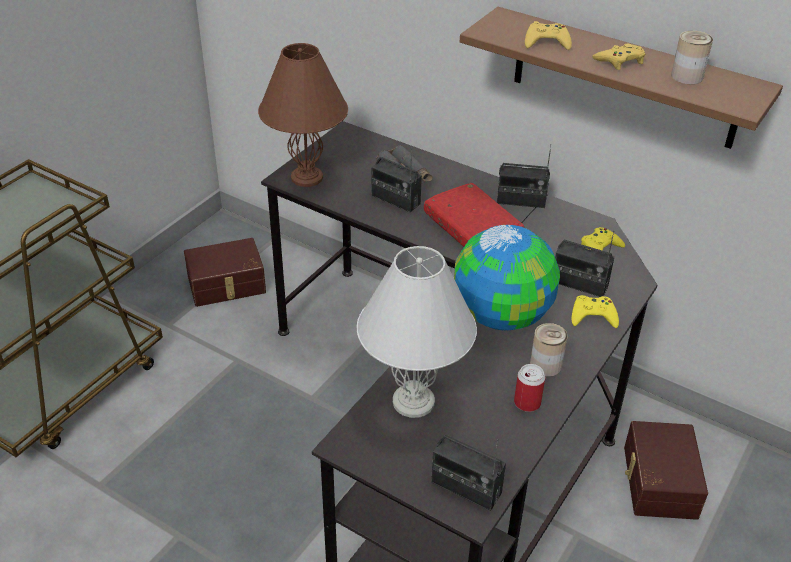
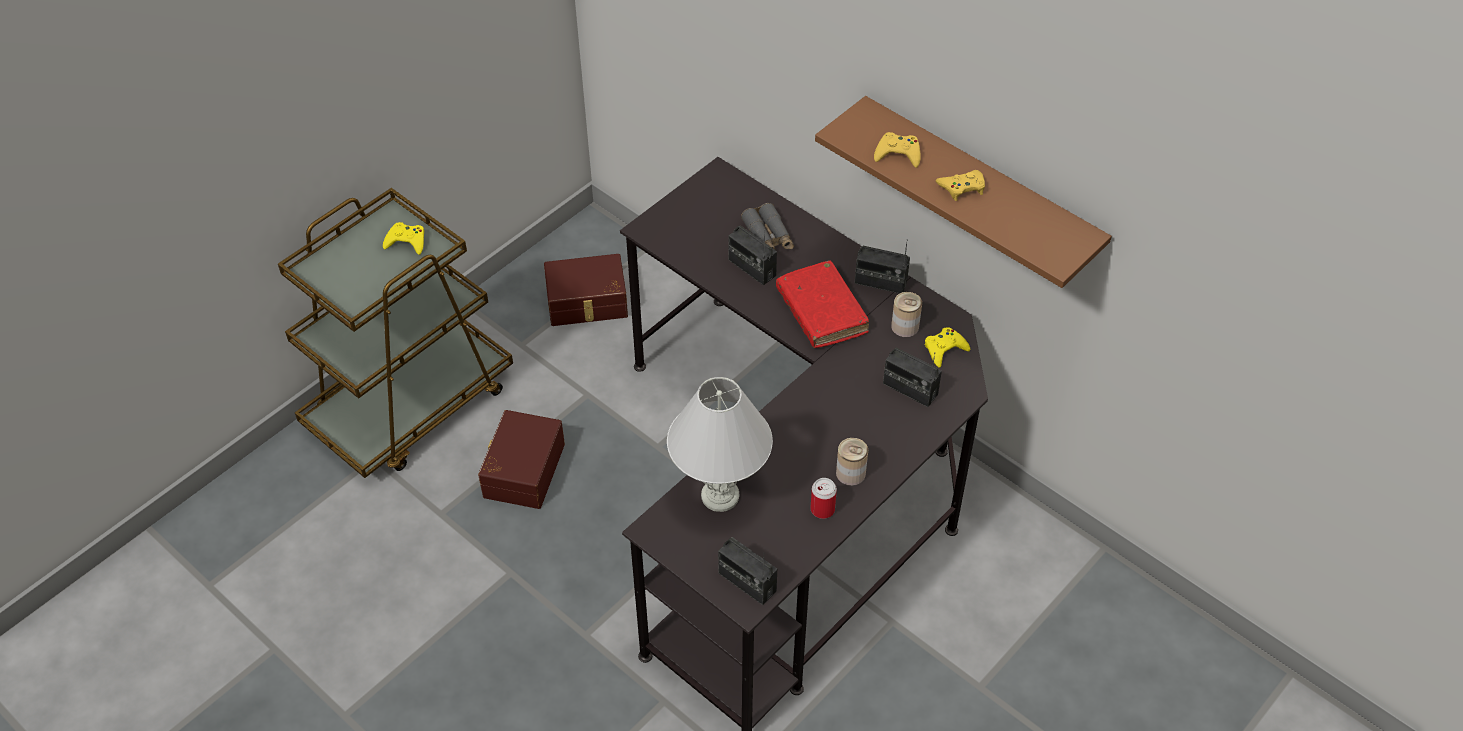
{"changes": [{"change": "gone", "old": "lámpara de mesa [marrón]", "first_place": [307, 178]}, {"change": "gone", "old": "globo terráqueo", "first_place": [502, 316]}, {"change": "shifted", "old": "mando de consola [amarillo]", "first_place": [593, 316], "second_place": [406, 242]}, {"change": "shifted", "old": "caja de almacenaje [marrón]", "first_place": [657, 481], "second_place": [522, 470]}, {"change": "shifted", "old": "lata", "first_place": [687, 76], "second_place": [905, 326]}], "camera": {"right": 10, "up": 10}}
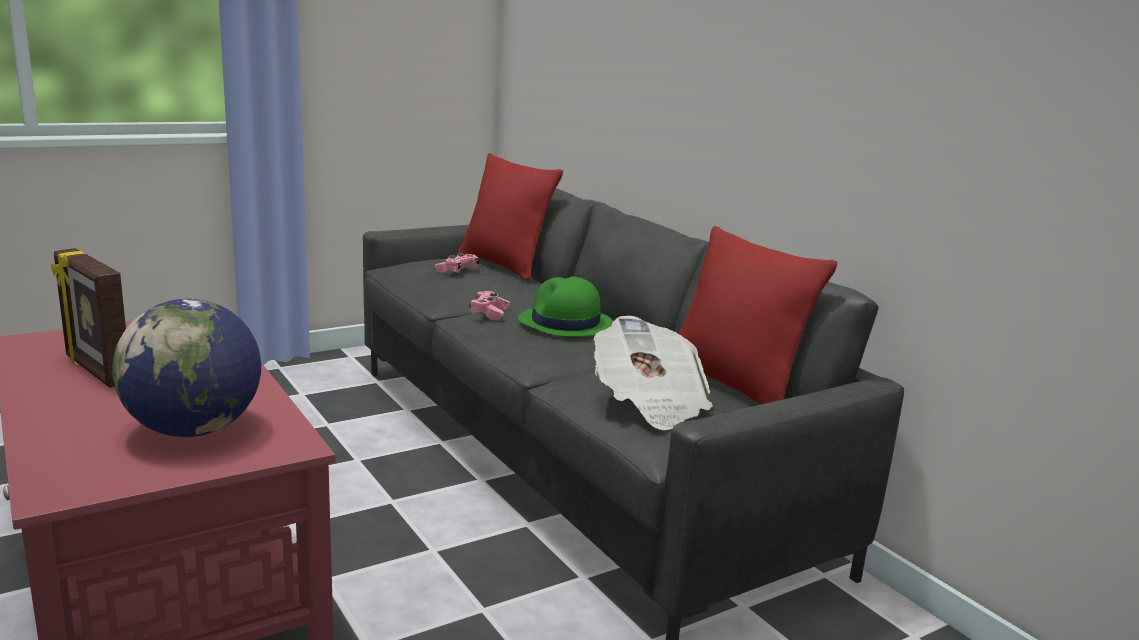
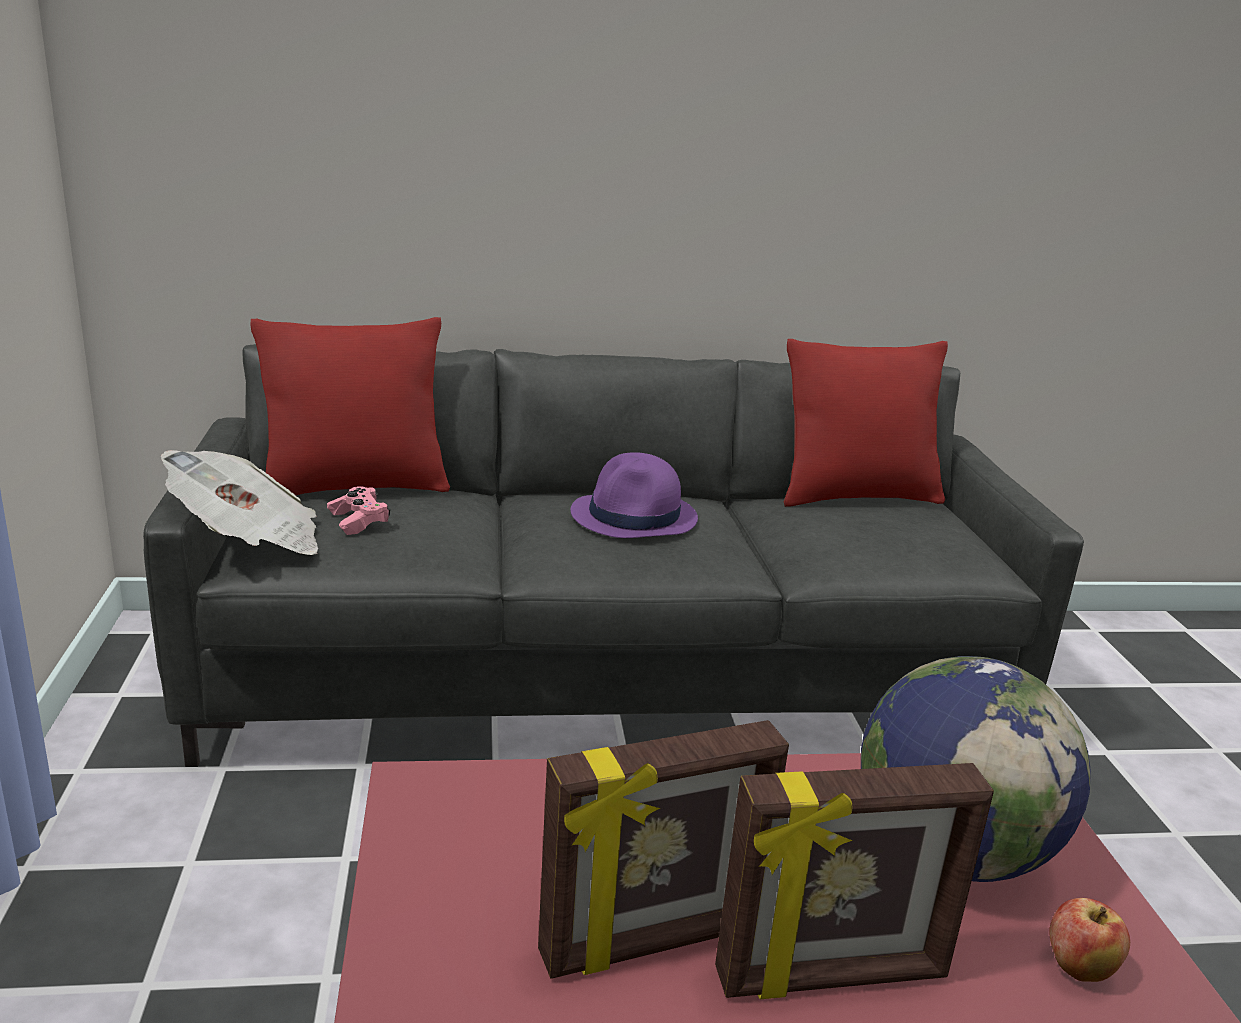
{"changes": [{"change": "gone", "old": "mando de consola [rosa]", "first_place": [489, 313]}, {"change": "repainted", "old": "sombrero [verde]", "new": "sombrero [morado]", "first_place": [565, 323], "second_place": [634, 517]}, {"change": "shifted", "old": "periódico", "first_place": [649, 403], "second_place": [249, 539]}, {"change": "new", "new": "portarretratos", "second_place": [832, 977]}, {"change": "new", "new": "manzana", "second_place": [1078, 968]}], "camera": {"right": -65, "up": 5}}
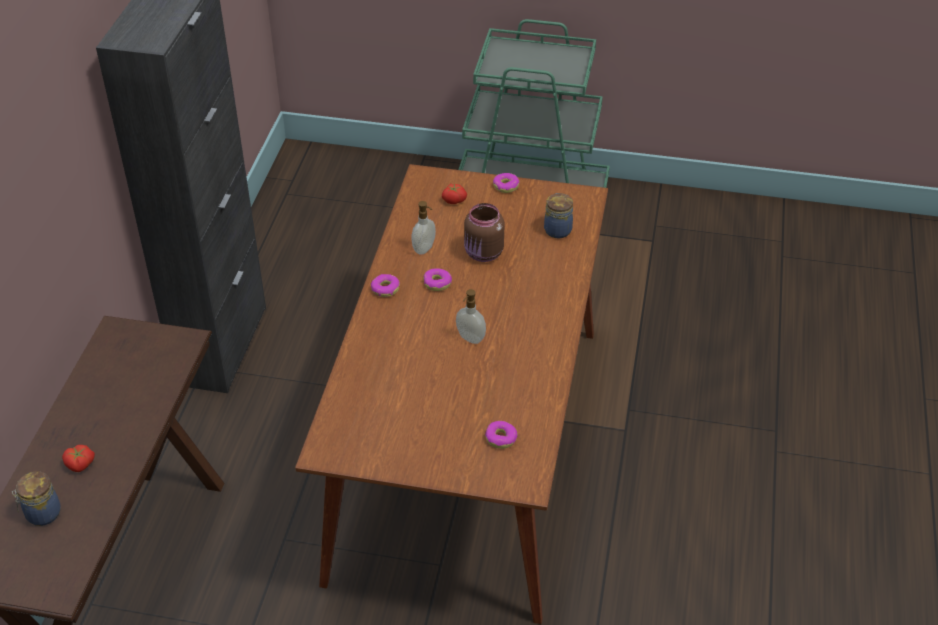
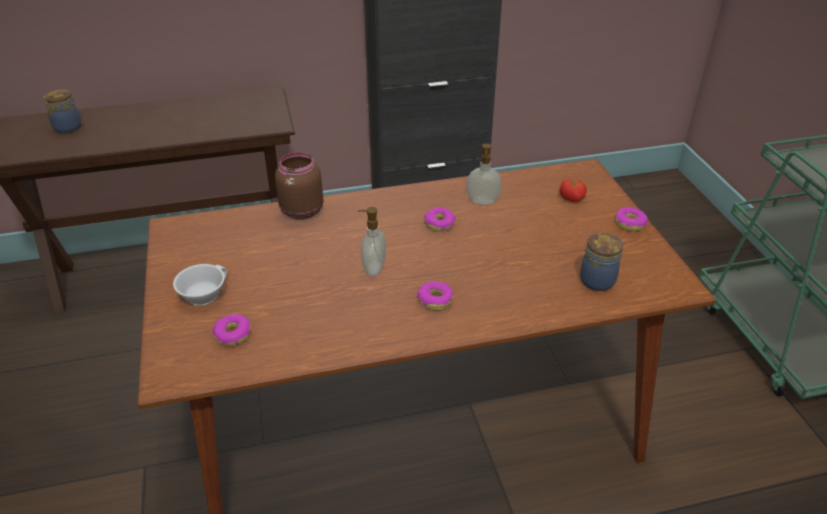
{"changes": [{"change": "gone", "old": "tomate", "first_place": [80, 465]}, {"change": "shifted", "old": "rosquilla", "first_place": [385, 289], "second_place": [435, 300]}, {"change": "shifted", "old": "tarro [marrón]", "first_place": [483, 254], "second_place": [300, 211]}, {"change": "new", "new": "taza [blanco]", "second_place": [202, 294]}], "camera": {"right": 65, "up": -5}}
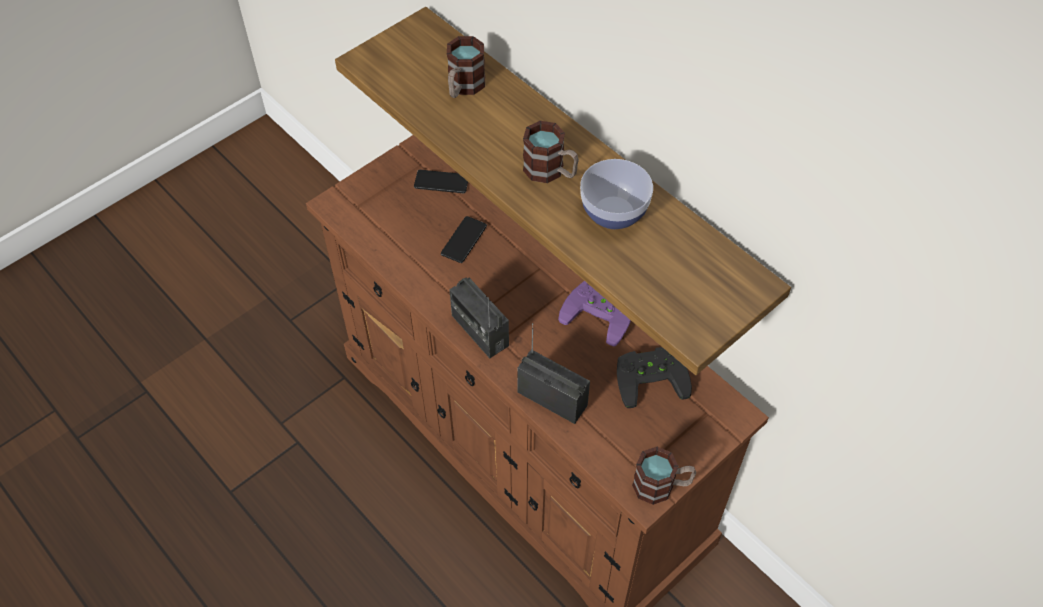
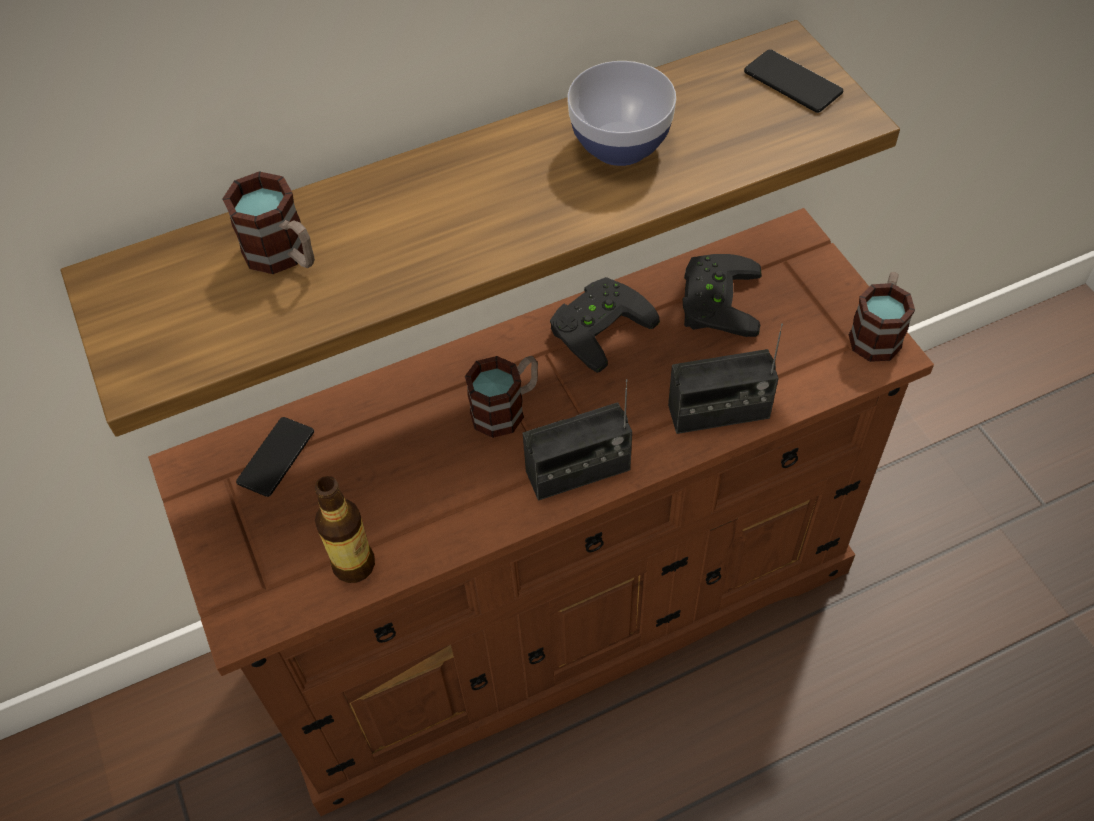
{"changes": [{"change": "shifted", "old": "móvil", "first_place": [464, 240], "second_place": [792, 82]}, {"change": "rotated", "old": "radio", "first_place": [552, 398], "second_place": [718, 412], "degrees": -150}, {"change": "shifted", "old": "taza grande", "first_place": [551, 171], "second_place": [506, 408]}, {"change": "repainted", "old": "mando de consola [morado]", "new": "mando de consola [negro]", "first_place": [601, 312], "second_place": [597, 324]}, {"change": "new", "new": "botella", "second_place": [354, 564]}], "camera": {"right": -70, "up": 0}}
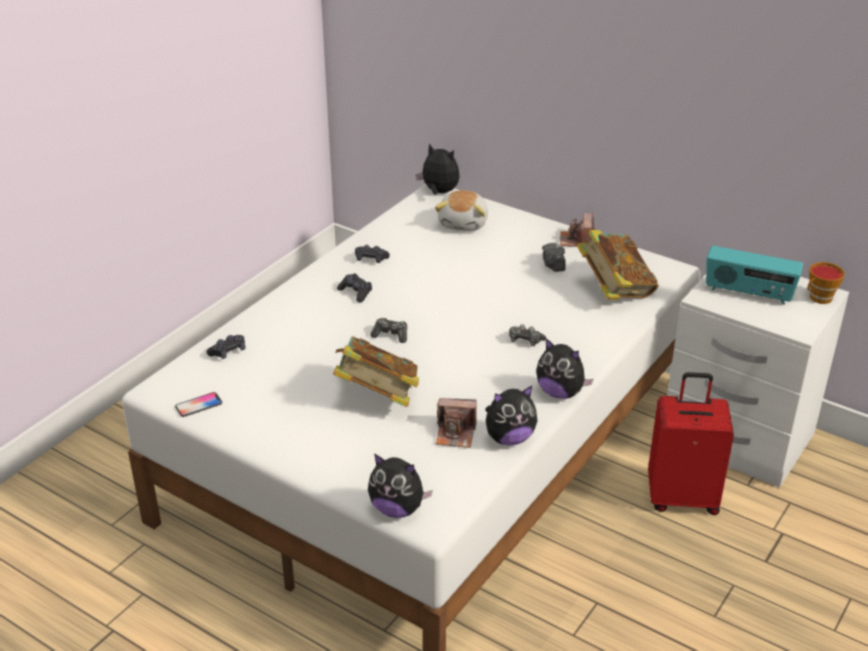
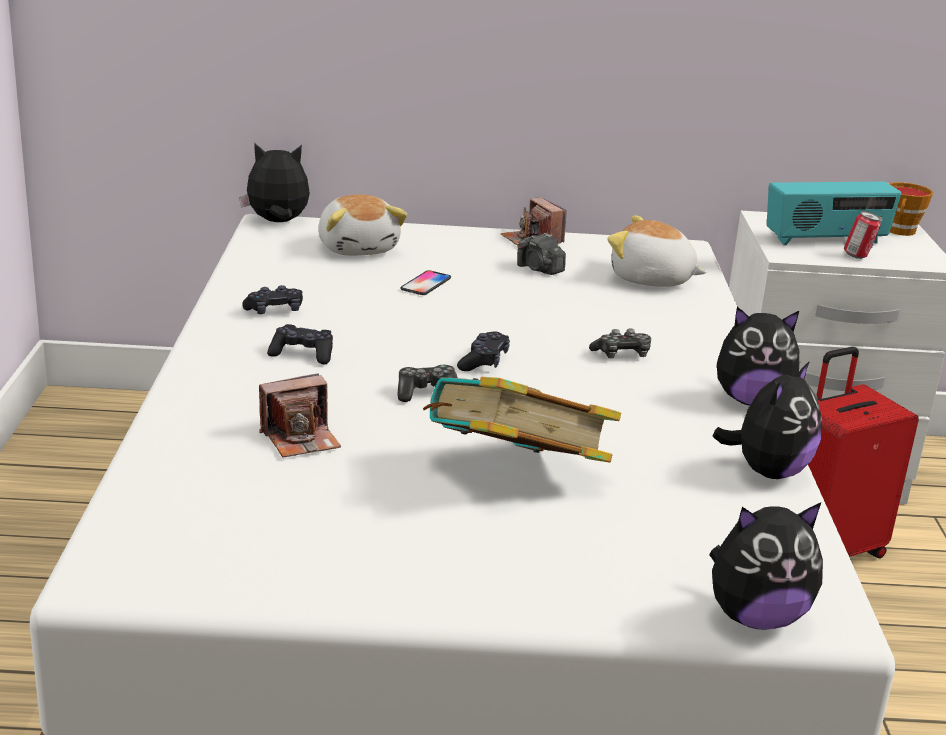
{"changes": [{"change": "shifted", "old": "móvil", "first_place": [198, 405], "second_place": [426, 284]}, {"change": "shifted", "old": "mando de consola [negro]", "first_place": [228, 352], "second_place": [484, 361]}, {"change": "shifted", "old": "cámara", "first_place": [455, 434], "second_place": [300, 438]}, {"change": "swapped", "old": "libro", "new": "peluche", "first_place": [614, 291], "second_place": [651, 280]}, {"change": "new", "new": "lata", "second_place": [858, 256]}], "camera": {"right": -35, "up": -10}}
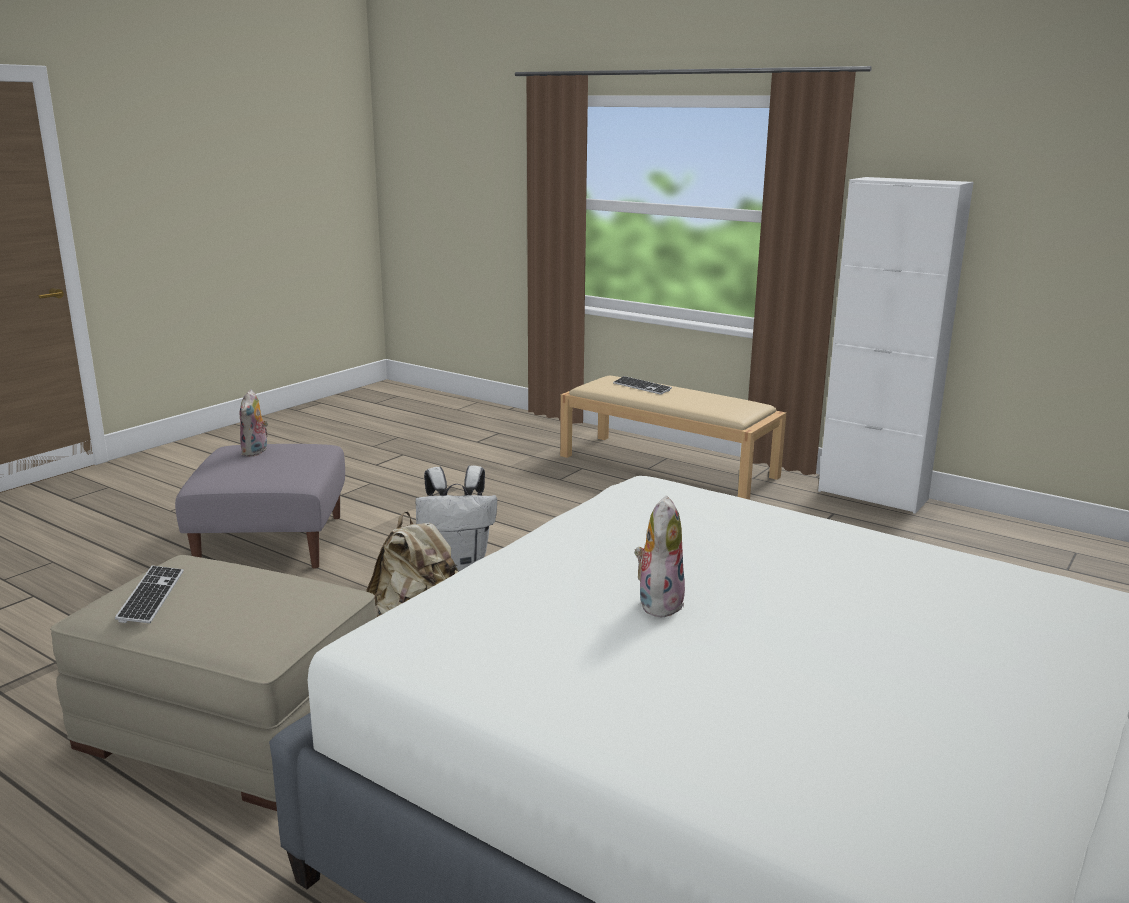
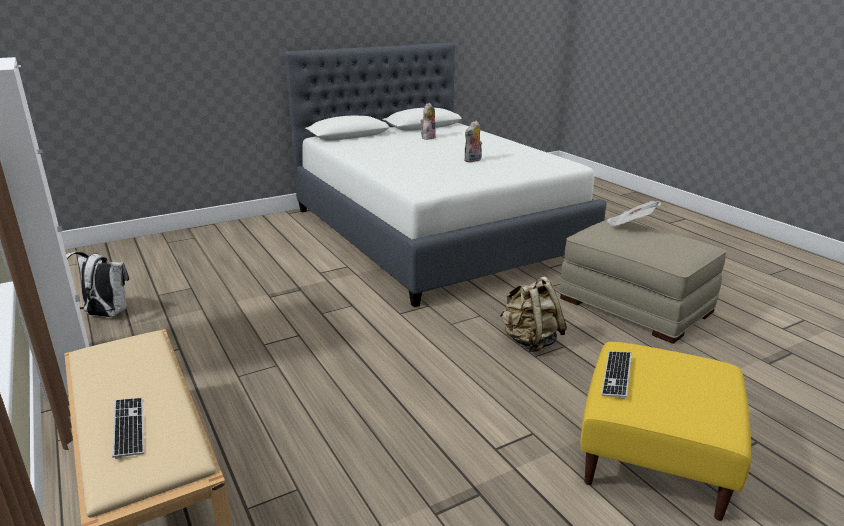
{"changes": [{"change": "shifted", "old": "teclado", "first_place": [151, 596], "second_place": [616, 375]}, {"change": "repainted", "old": "puf [gris]", "new": "puf [amarillo]", "first_place": [271, 541], "second_place": [656, 457]}, {"change": "shifted", "old": "peluche", "first_place": [256, 452], "second_place": [427, 137]}, {"change": "shifted", "old": "mochila [blanco]", "first_place": [457, 564], "second_place": [103, 315]}, {"change": "new", "new": "periódico", "second_place": [630, 225]}], "camera": {"right": -155, "up": 5}}
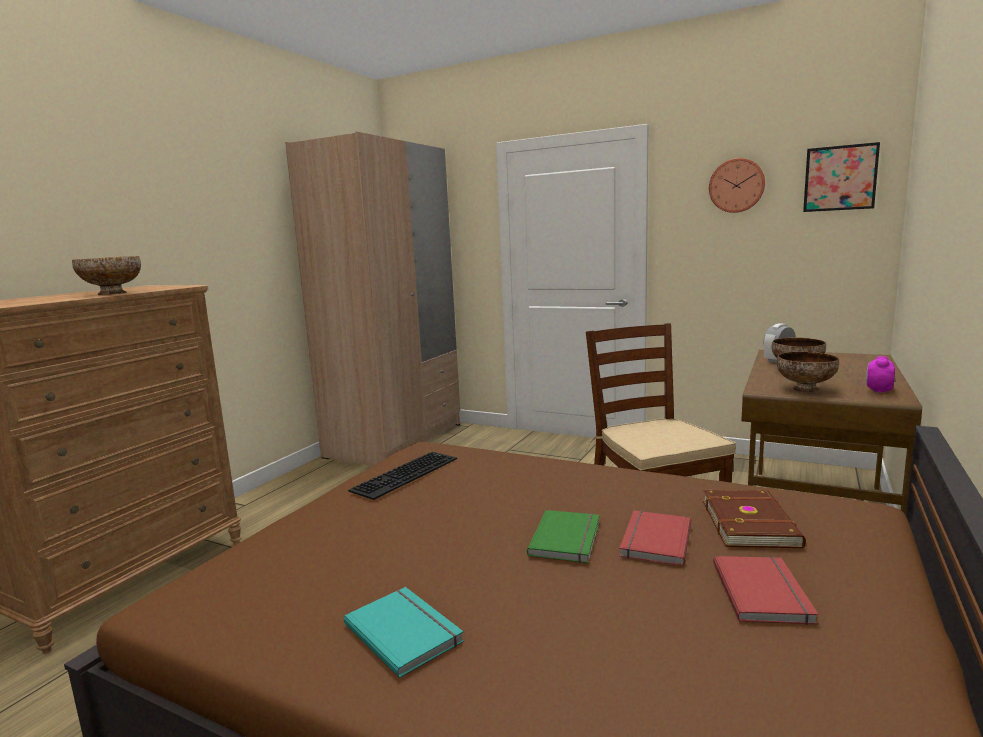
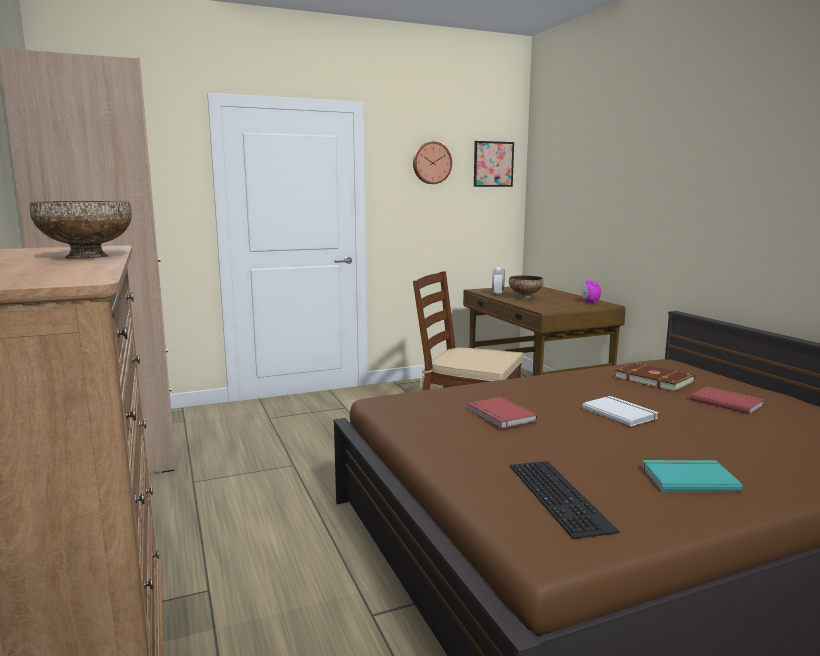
{"changes": [{"change": "shifted", "old": "teclado", "first_place": [406, 475], "second_place": [562, 496]}, {"change": "repainted", "old": "libro [verde]", "new": "libro [blanco]", "first_place": [568, 539], "second_place": [620, 413]}, {"change": "shifted", "old": "libro [rojo]", "first_place": [653, 540], "second_place": [499, 415]}, {"change": "gone", "old": "cuenco", "first_place": [804, 389]}], "camera": {"right": -50, "up": 0}}
